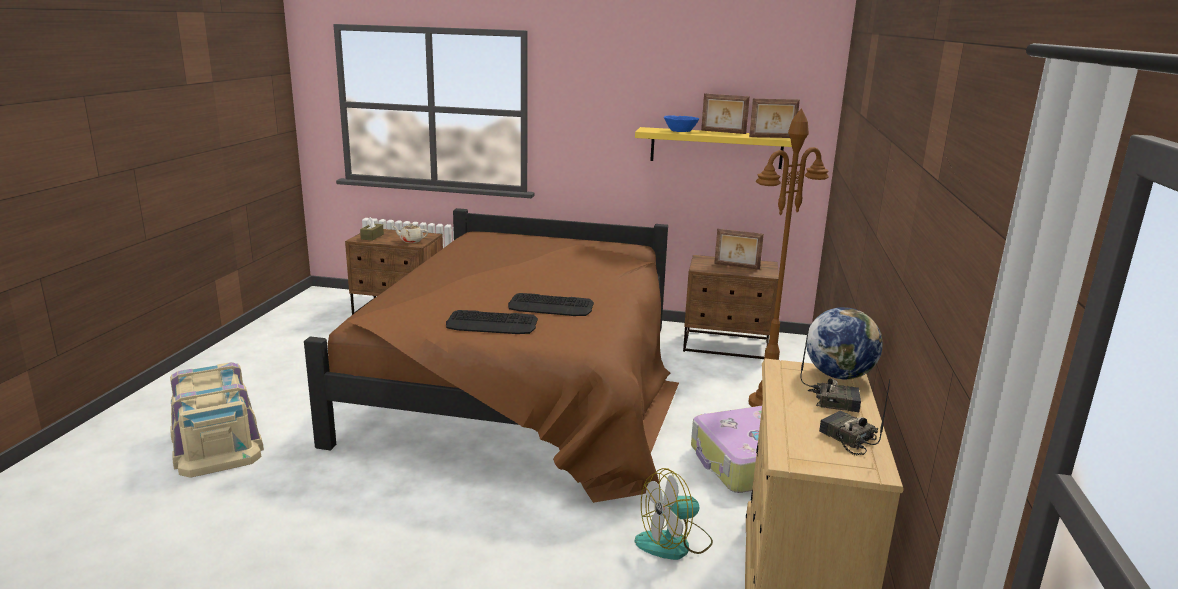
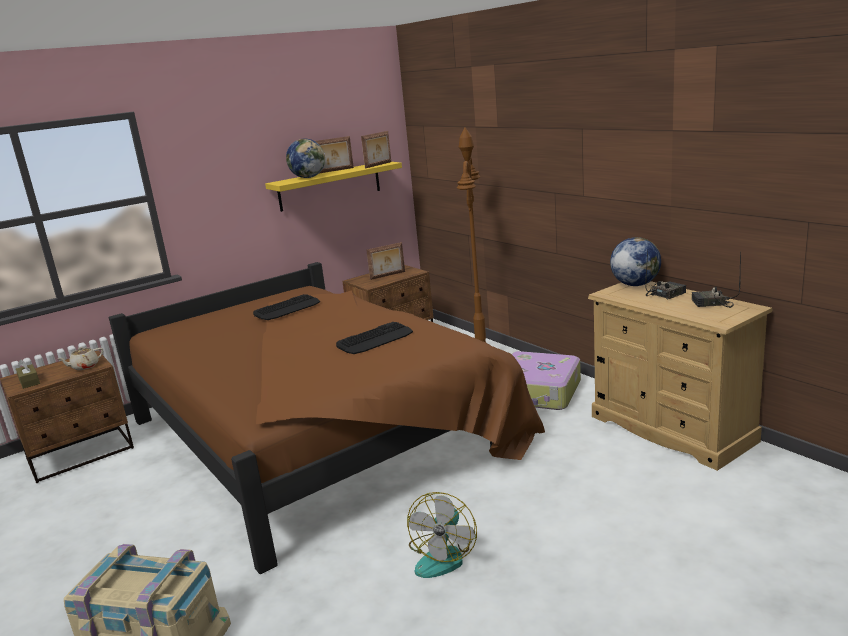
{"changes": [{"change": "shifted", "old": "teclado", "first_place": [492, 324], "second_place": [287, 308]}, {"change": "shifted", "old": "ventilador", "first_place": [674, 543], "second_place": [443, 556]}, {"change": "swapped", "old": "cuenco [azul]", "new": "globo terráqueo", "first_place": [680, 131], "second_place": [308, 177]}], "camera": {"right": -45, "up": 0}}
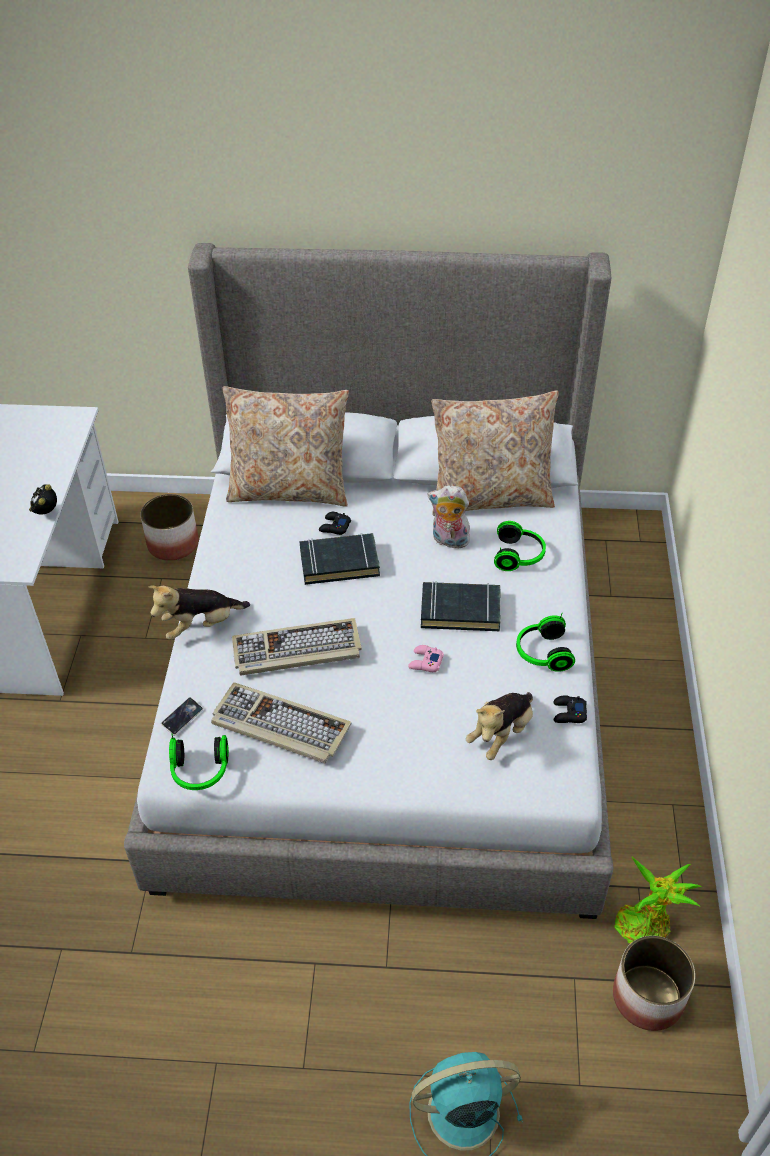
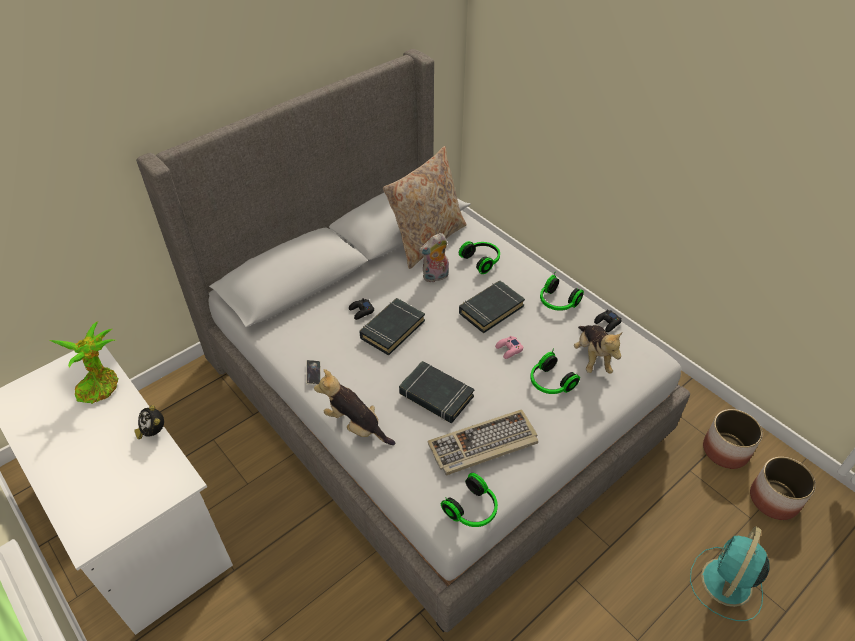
{"changes": [{"change": "shifted", "old": "maceta", "first_place": [173, 544], "second_place": [773, 499]}, {"change": "rotated", "old": "peluche", "first_place": [201, 625], "second_place": [356, 425], "degrees": 105}, {"change": "shifted", "old": "móvil", "first_place": [182, 718], "second_place": [313, 373]}, {"change": "gone", "old": "cojín [beis]", "first_place": [290, 489]}, {"change": "swapped", "old": "teclado", "new": "libro [negro]", "first_place": [296, 651], "second_place": [436, 395]}, {"change": "shifted", "old": "planta en maceta", "first_place": [646, 923], "second_place": [100, 385]}, {"change": "new", "new": "auriculares", "second_place": [549, 383]}], "camera": {"right": -45, "up": 0}}
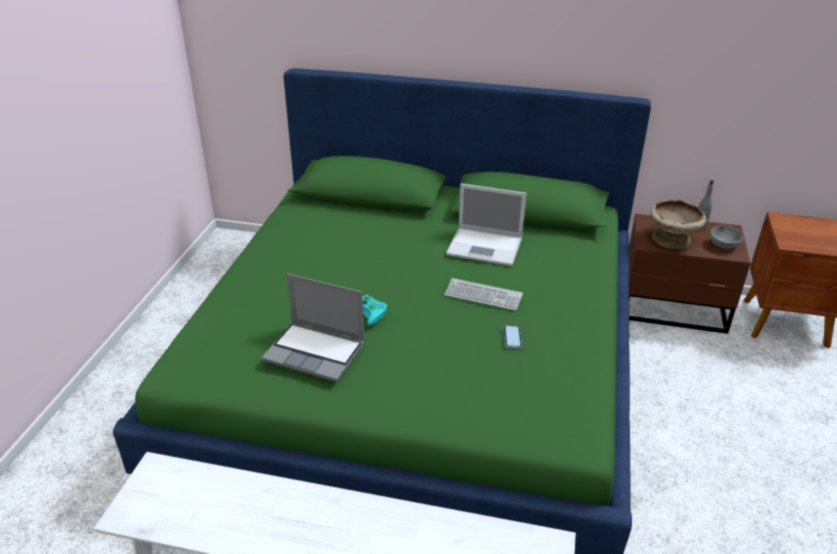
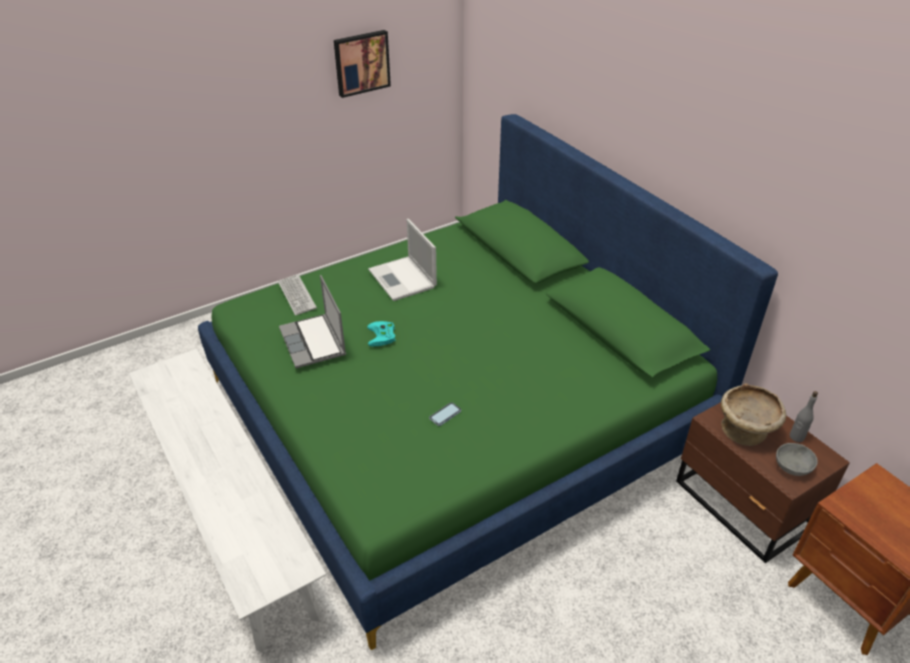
{"changes": [{"change": "shifted", "old": "teclado", "first_place": [483, 295], "second_place": [297, 295]}, {"change": "shifted", "old": "portátil", "first_place": [486, 247], "second_place": [403, 279]}, {"change": "new", "new": "cuadro", "second_place": [361, 62]}], "camera": {"right": 45, "up": 5}}
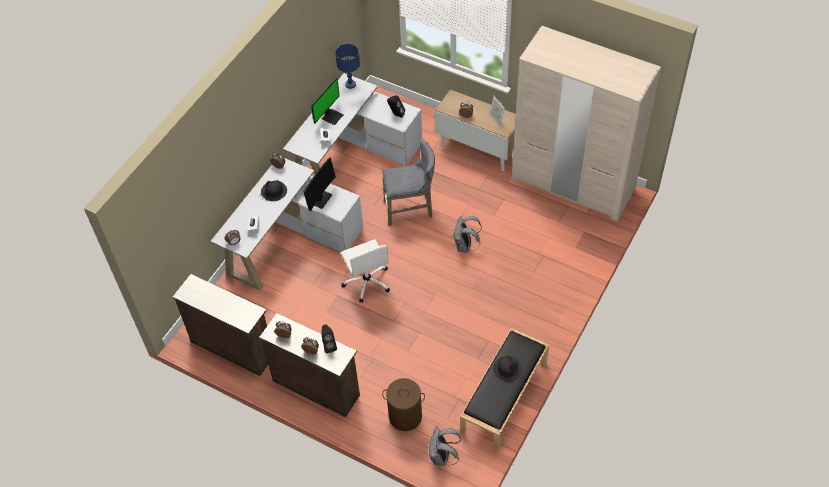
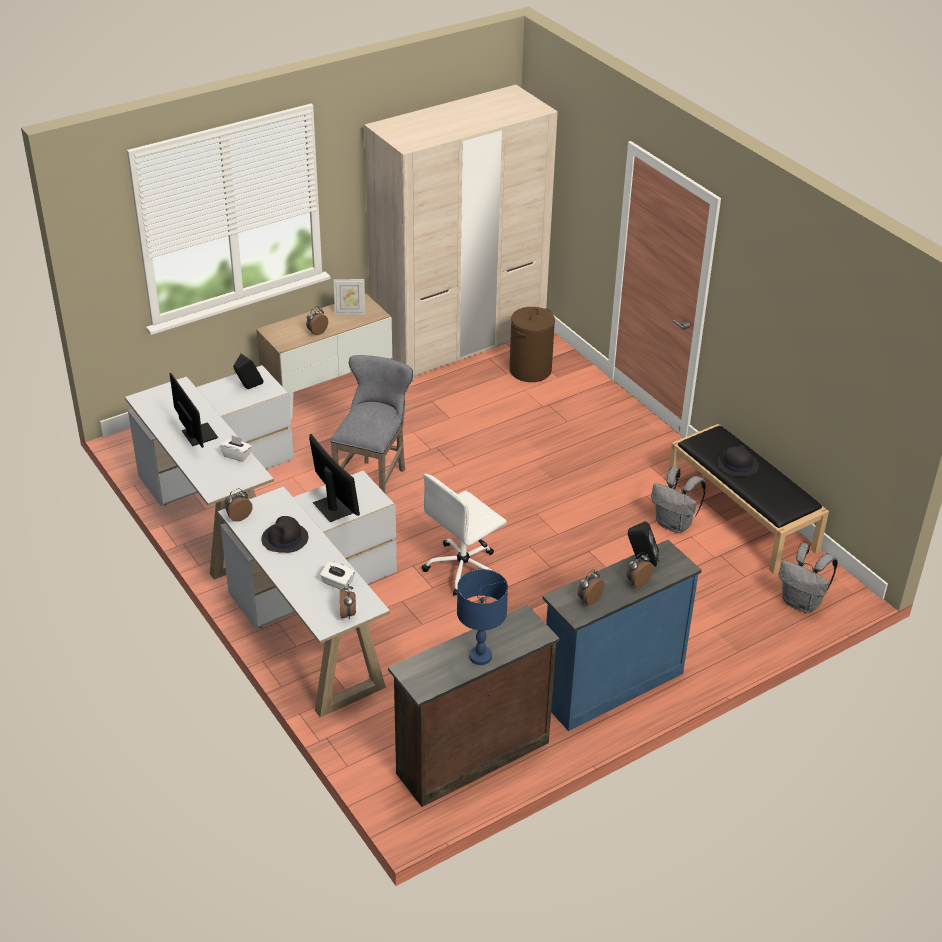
{"changes": [{"change": "repainted", "old": "cómoda [marrón]", "new": "cómoda [azul]", "first_place": [316, 386], "second_place": [610, 686]}, {"change": "shifted", "old": "lámpara de mesa [azul]", "first_place": [350, 85], "second_place": [480, 657]}, {"change": "rotated", "old": "silla de oficina [blanco]", "first_place": [367, 282], "second_place": [464, 569], "degrees": 135}, {"change": "shifted", "old": "cesto de la ropa [marrón]", "first_place": [405, 416], "second_place": [530, 370]}, {"change": "shifted", "old": "mochila [gris]", "first_place": [465, 246], "second_place": [675, 524]}], "camera": {"right": -65, "up": -15}}
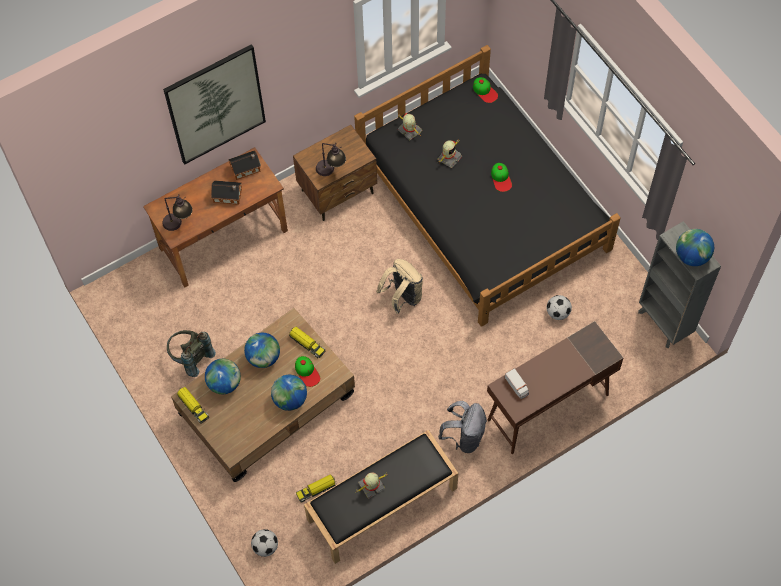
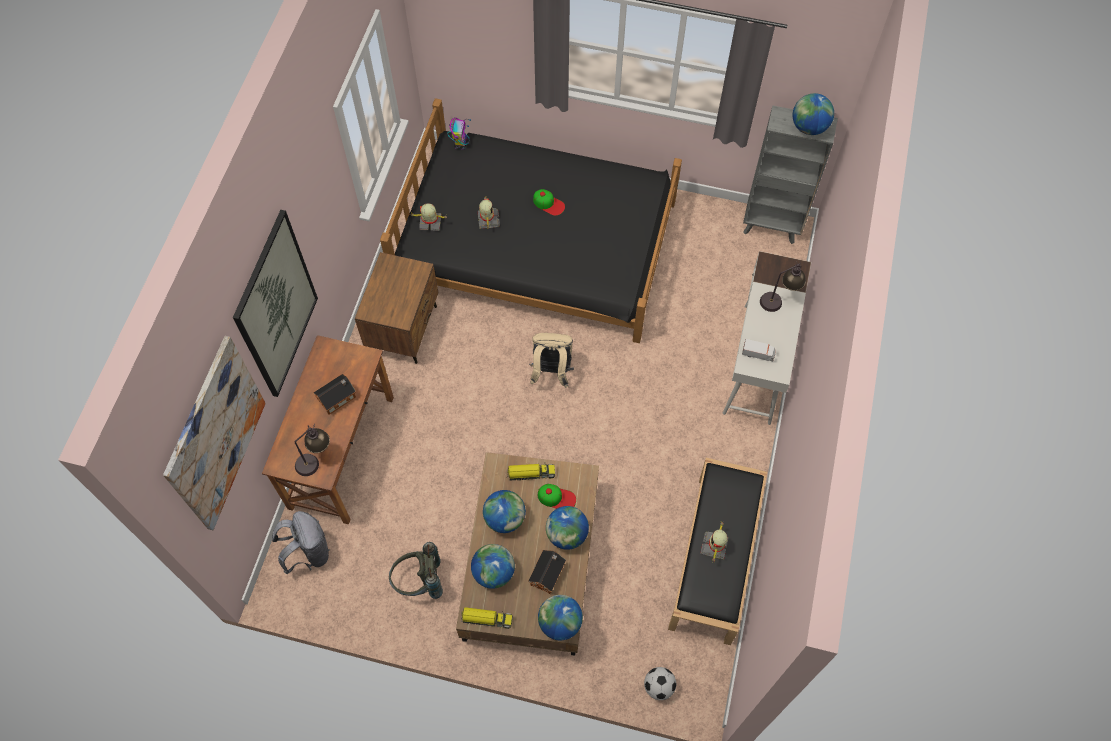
{"changes": [{"change": "shifted", "old": "casita", "first_place": [246, 168], "second_place": [548, 573]}, {"change": "gone", "old": "camión de juguete", "first_place": [316, 489]}, {"change": "shifted", "old": "lámpara de mesa", "first_place": [331, 171], "second_place": [779, 300]}, {"change": "shifted", "old": "mochila [gris]", "first_place": [464, 436], "second_place": [308, 552]}, {"change": "swapped", "old": "gorra", "new": "robot de juguete", "first_place": [485, 91], "second_place": [461, 144]}, {"change": "repainted", "old": "escritorio [marrón]", "new": "escritorio [blanco]", "first_place": [547, 407], "second_place": [757, 364]}, {"change": "gone", "old": "balón de fútbol", "first_place": [558, 313]}, {"change": "new", "new": "cuadro", "second_place": [215, 435]}, {"change": "new", "new": "globo terráqueo", "second_place": [560, 623]}], "camera": {"right": -45, "up": 0}}
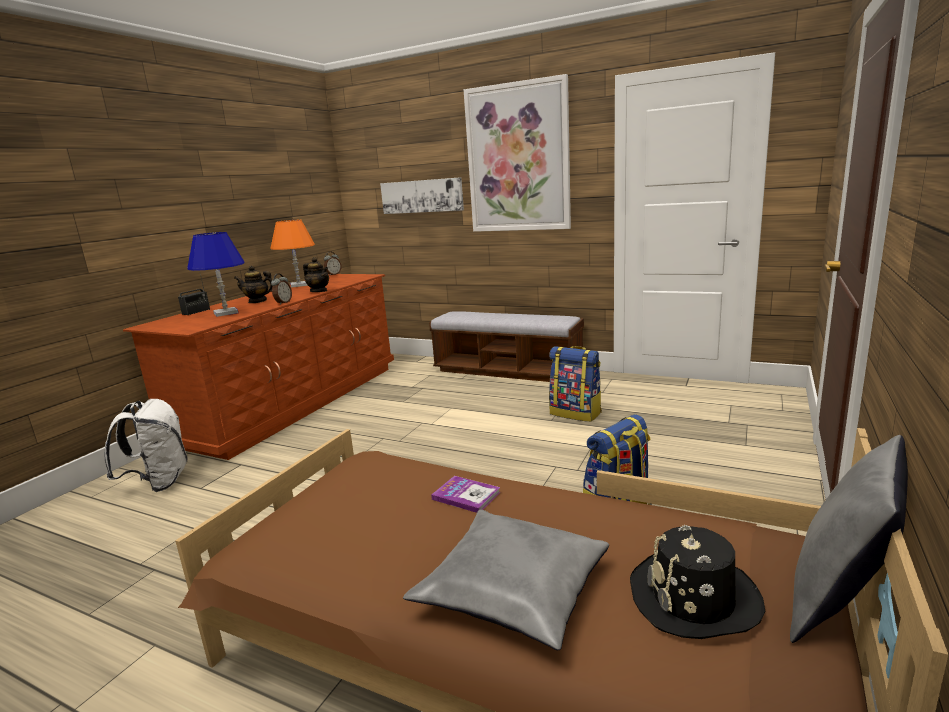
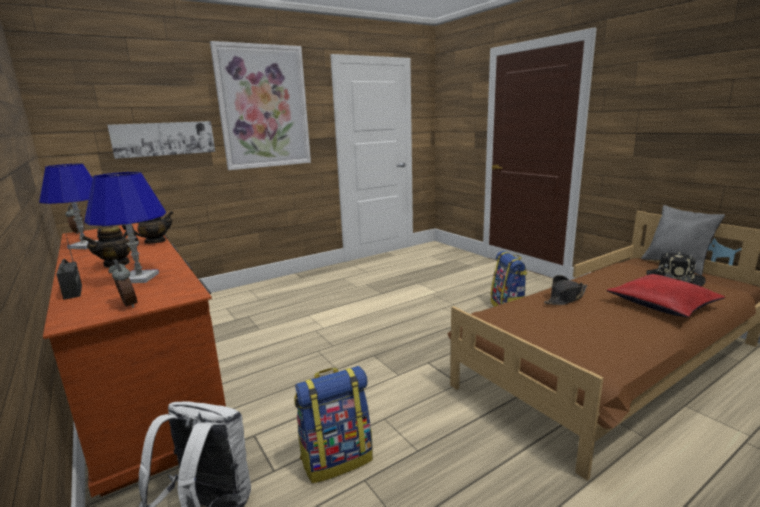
{"changes": [{"change": "repainted", "old": "lámpara de mesa [naranja]", "new": "lámpara de mesa [azul]", "first_place": [299, 285], "second_place": [85, 246]}, {"change": "shifted", "old": "despertador", "first_place": [283, 303], "second_place": [127, 305]}, {"change": "repainted", "old": "cojín [gris]", "new": "cojín [rojo]", "first_place": [512, 590], "second_place": [663, 305]}, {"change": "gone", "old": "banco", "first_place": [507, 371]}, {"change": "swapped", "old": "libro", "new": "sombrero [negro]", "first_place": [466, 496], "second_place": [565, 298]}, {"change": "shifted", "old": "mochila", "first_place": [576, 413], "second_place": [337, 458]}], "camera": {"right": -60, "up": 0}}
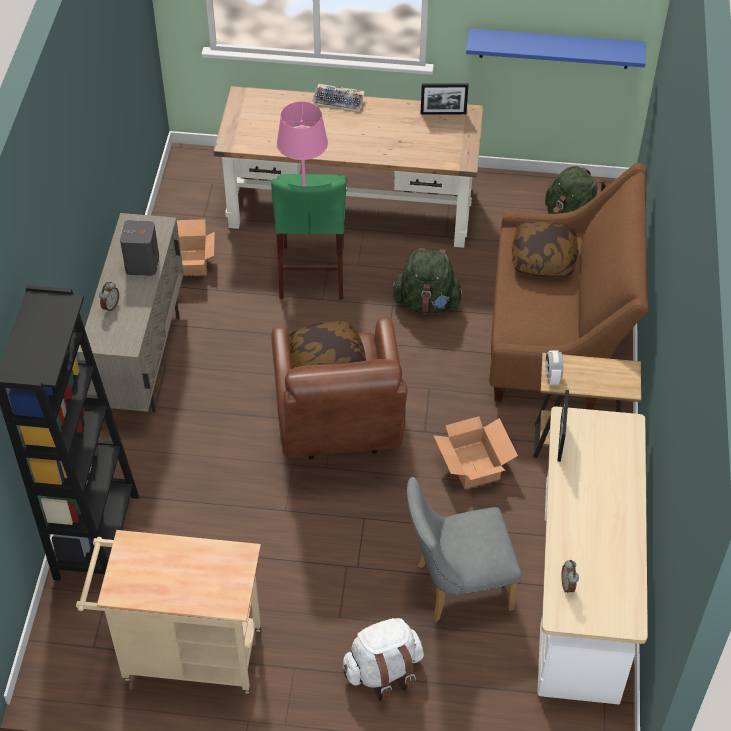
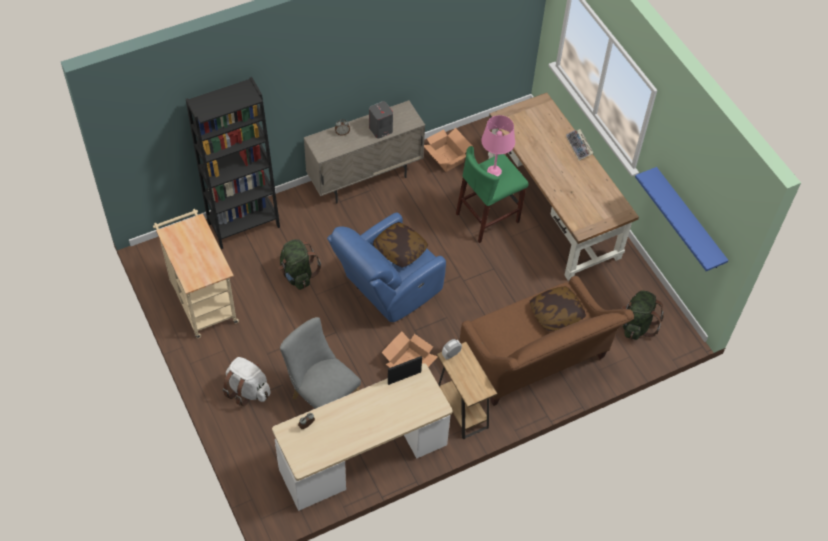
{"changes": [{"change": "repainted", "old": "sillón [marrón]", "new": "sillón [azul]", "first_place": [338, 427], "second_place": [387, 289]}, {"change": "shifted", "old": "mochila [verde]", "first_place": [427, 303], "second_place": [298, 274]}, {"change": "gone", "old": "portarretratos", "first_place": [443, 113]}], "camera": {"right": 55, "up": 5}}
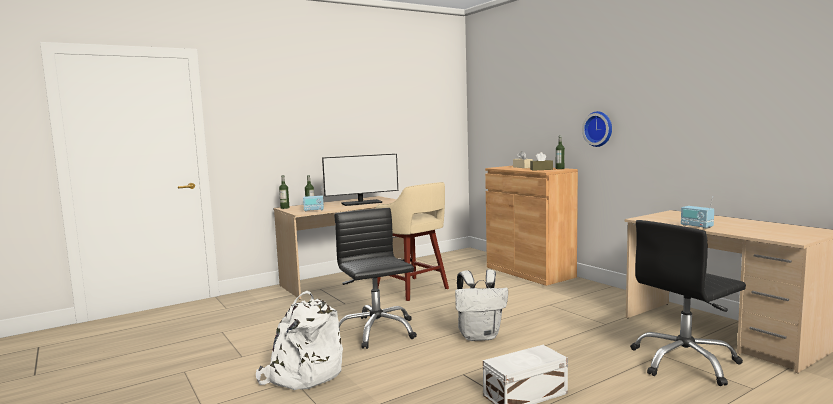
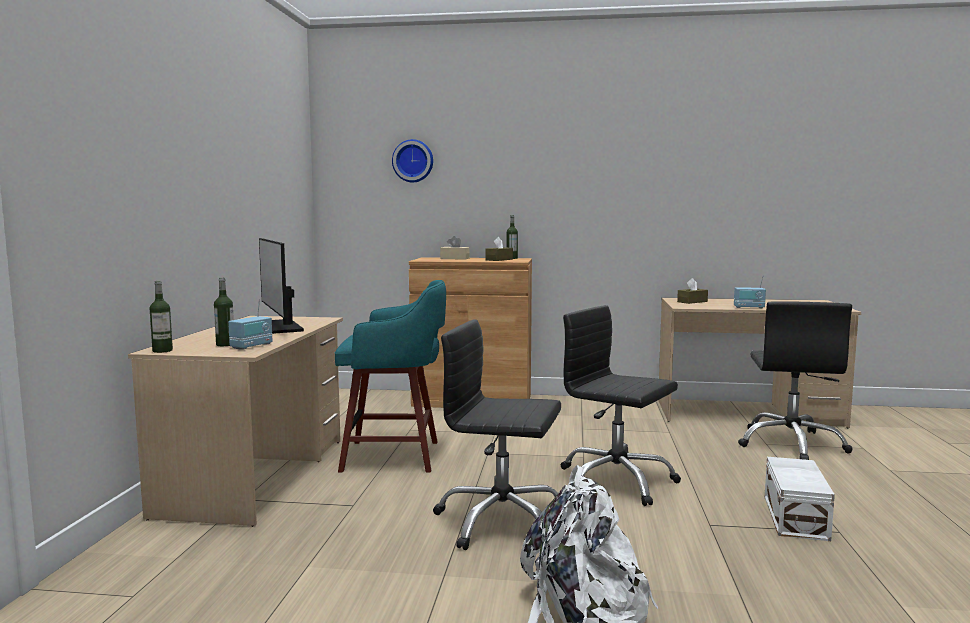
{"changes": [{"change": "rotated", "old": "monitor", "first_place": [361, 203], "second_place": [281, 327], "degrees": 135}, {"change": "repainted", "old": "taburete [beis]", "new": "taburete [turquesa]", "first_place": [412, 289], "second_place": [395, 456]}, {"change": "swapped", "old": "mochila [blanco]", "new": "silla de oficina [negro]", "first_place": [480, 336], "second_place": [615, 481]}, {"change": "shifted", "old": "reloj de pared", "first_place": [599, 129], "second_place": [413, 161]}, {"change": "new", "new": "caja de pañuelos [marrón]", "second_place": [692, 302]}], "camera": {"right": -50, "up": 0}}
